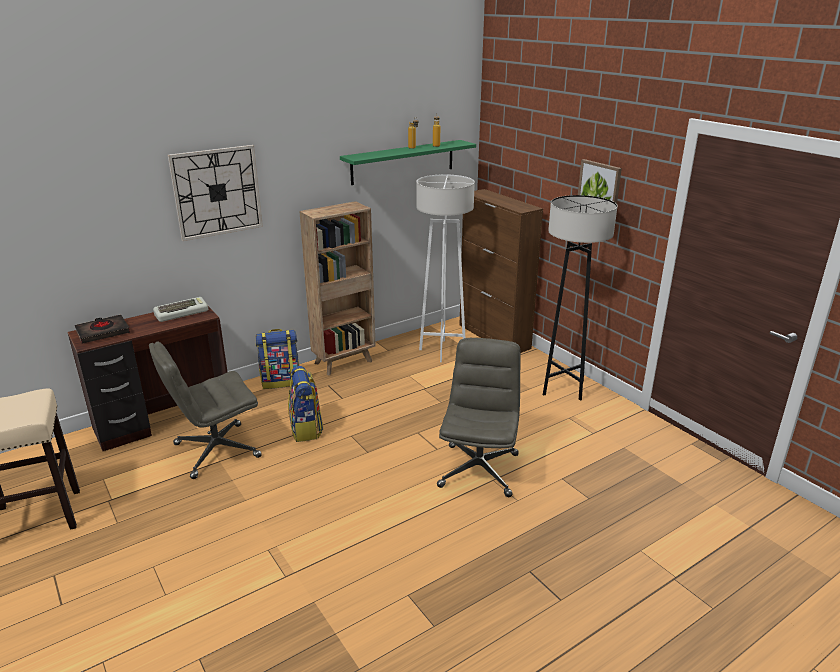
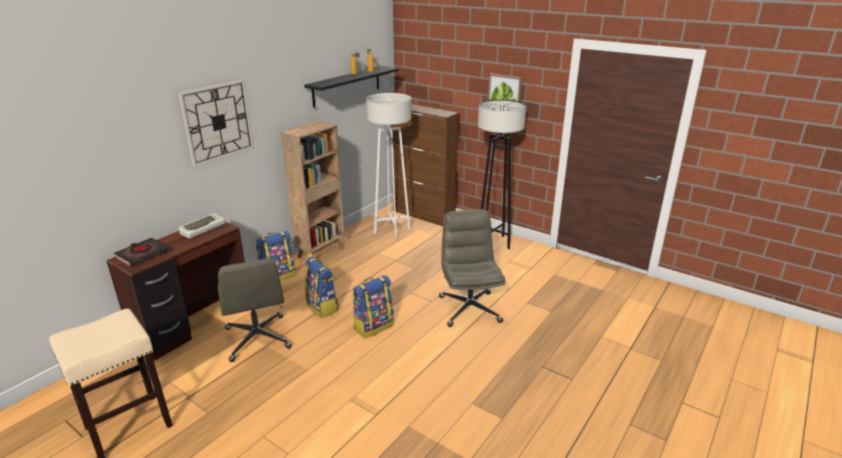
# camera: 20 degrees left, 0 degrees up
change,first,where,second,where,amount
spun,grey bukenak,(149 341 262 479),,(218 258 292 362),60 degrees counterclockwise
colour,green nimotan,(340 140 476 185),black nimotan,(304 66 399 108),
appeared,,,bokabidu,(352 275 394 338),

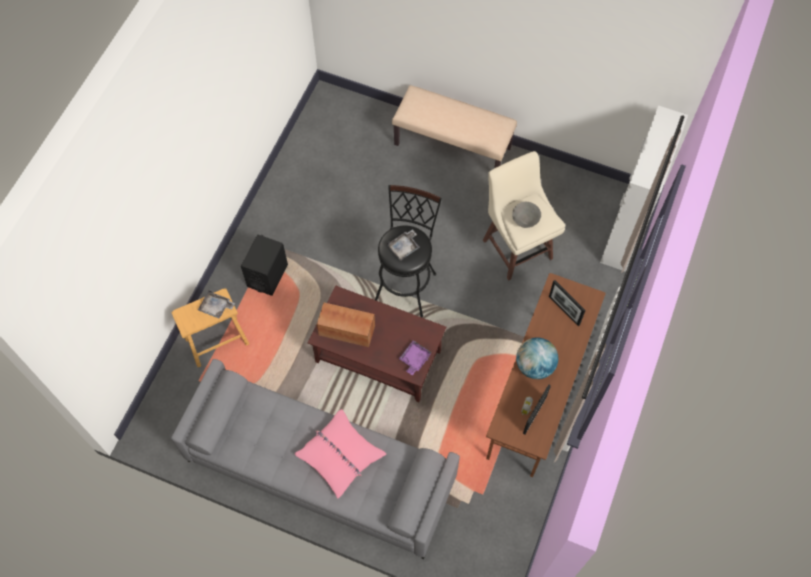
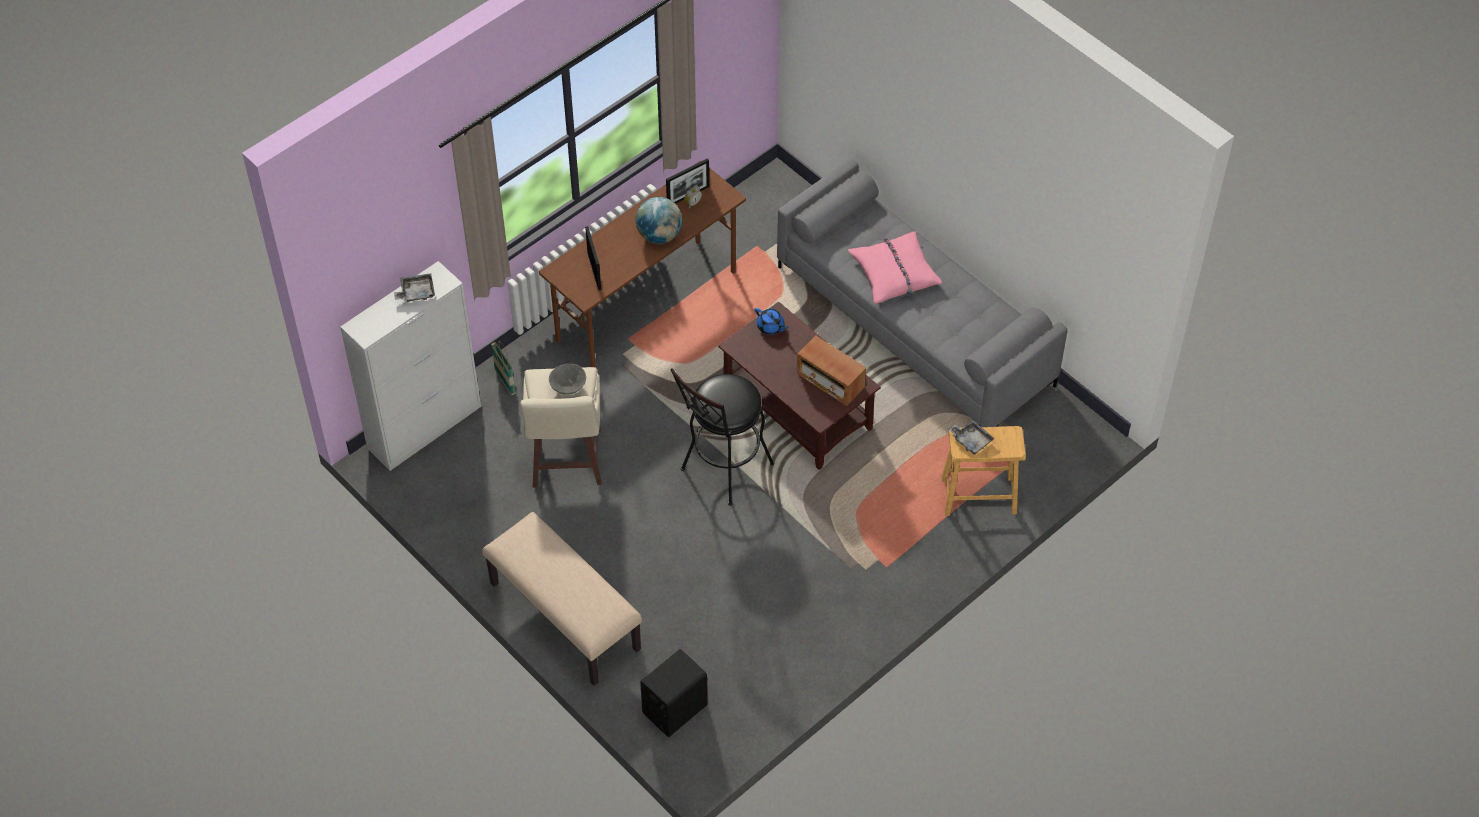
# camera: 155 degrees left, 10 degrees down
change,first,where,second,where,amount
relocated,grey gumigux,(387 229 420 261),,(394 273 435 302),
appeared,,,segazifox,(491 341 516 396),
relocated,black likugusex,(241 235 288 296),,(640 649 708 737),
exchanged,purple gumigux,(399 341 432 375),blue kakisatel,(754 308 789 335),

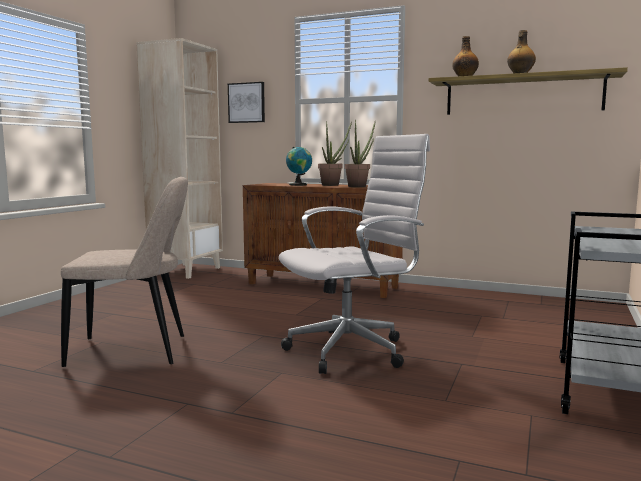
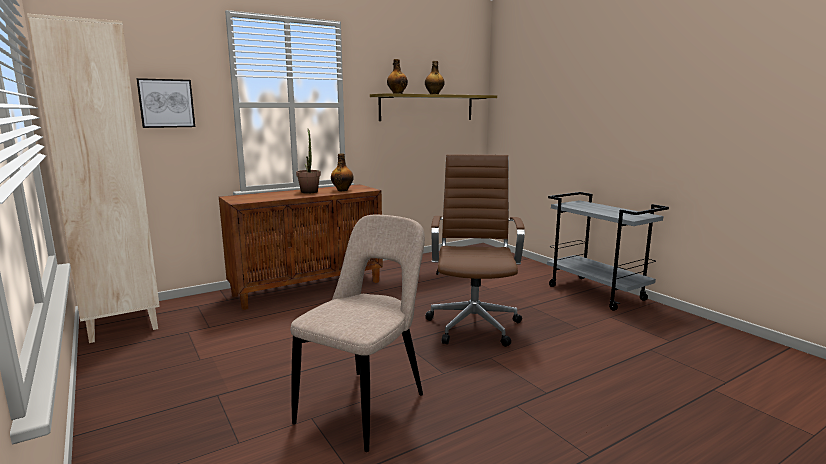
# camera: 55 degrees left, 5 degrees up
change,first,where,second,where,amount
exchanged,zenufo,(344 120 376 187),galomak,(331 153 354 191),
colour,white bukenak,(279 134 430 374),brown bukenak,(425 154 525 347),
missing,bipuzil,(286 147 312 185),,,

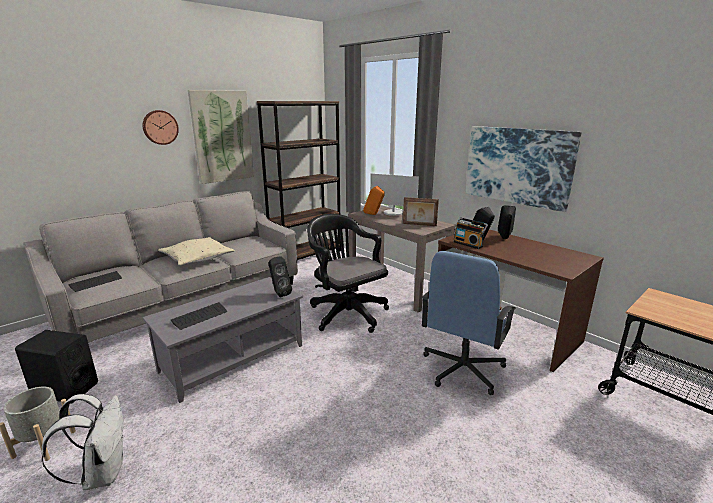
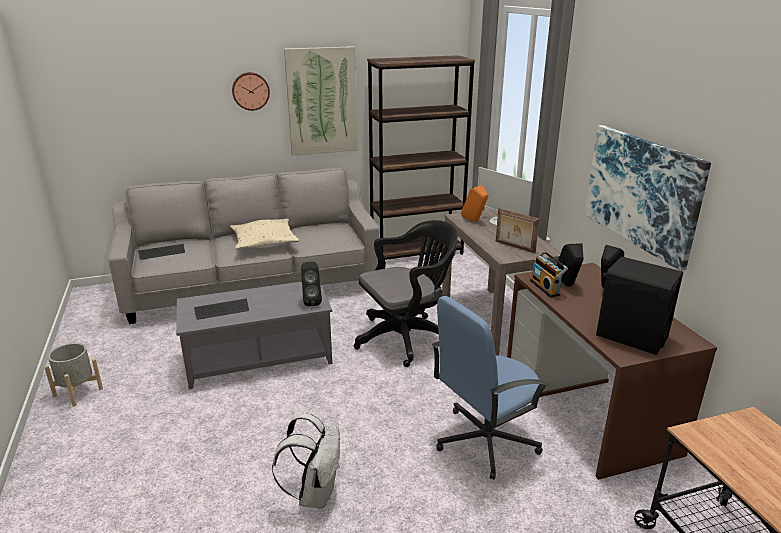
# camera: 25 degrees right, 5 degrees up
change,first,where,second,where,amount
relocated,white bokabidu,(41 394 124 490),,(272 413 340 509),
spun,black bukenak,(307 214 389 333),,(354 220 458 367),75 degrees clockwise
relocated,black likugusex,(15 330 98 404),,(596 256 683 355),

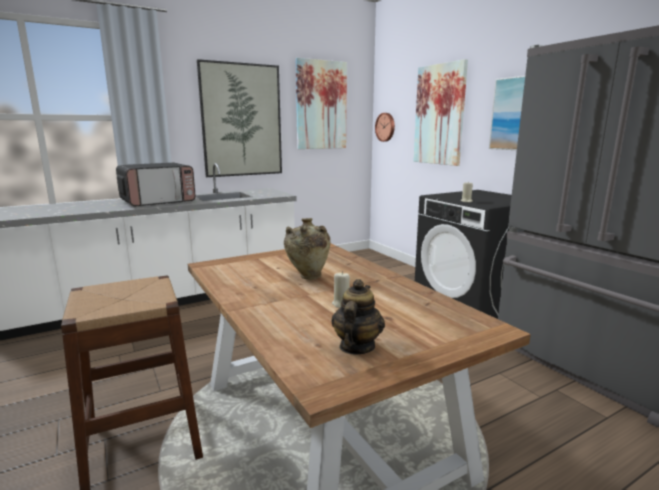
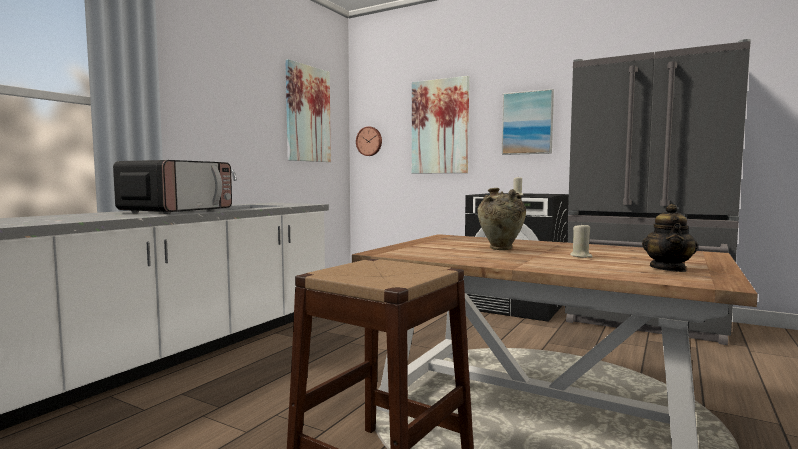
# camera: 30 degrees left, 10 degrees down
change,first,where,second,where,amount
spun,kakisatel,(331 279 385 355),,(642 204 698 272),150 degrees counterclockwise
missing,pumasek,(197 59 282 177),,,

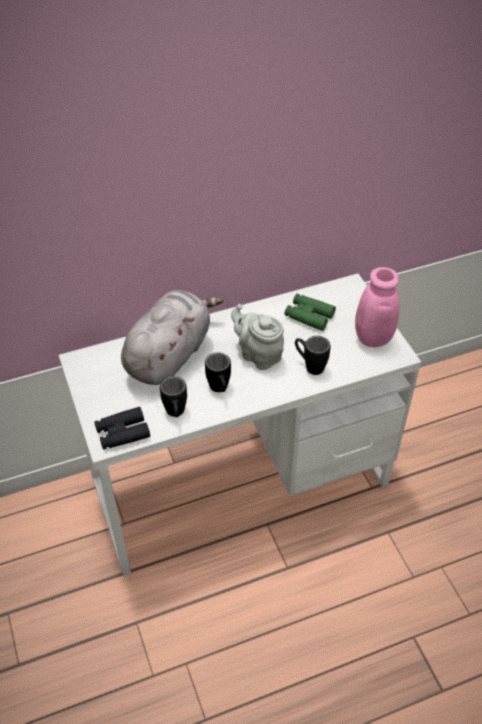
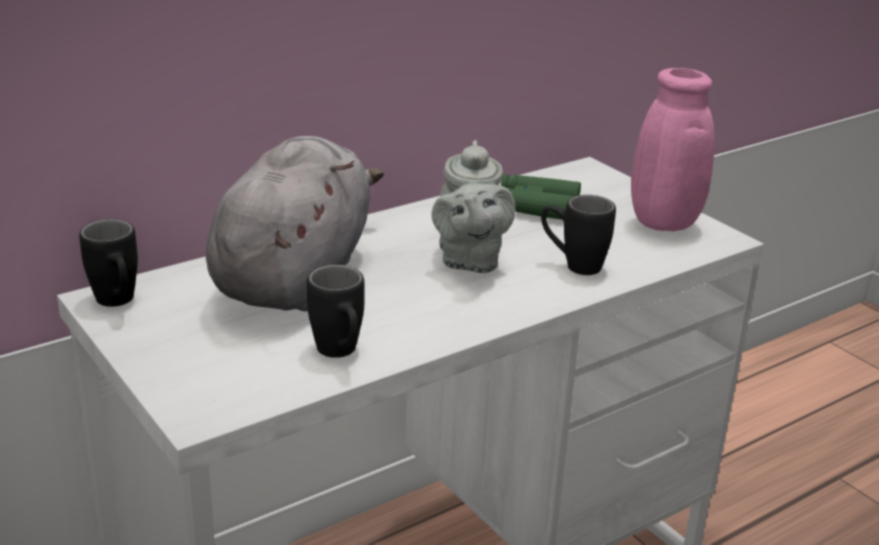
# camera: 15 degrees left, 20 degrees down
change,first,where,second,where,amount
relocated,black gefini,(205 352 231 392),,(79 219 138 307),
spun,grey kakisatel,(231 304 284 370),,(431 140 515 273),120 degrees counterclockwise
missing,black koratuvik,(94 407 150 450),,,

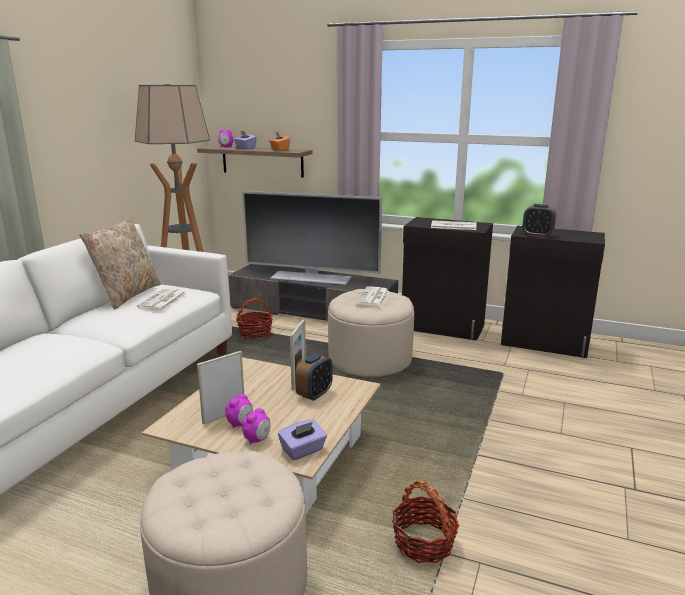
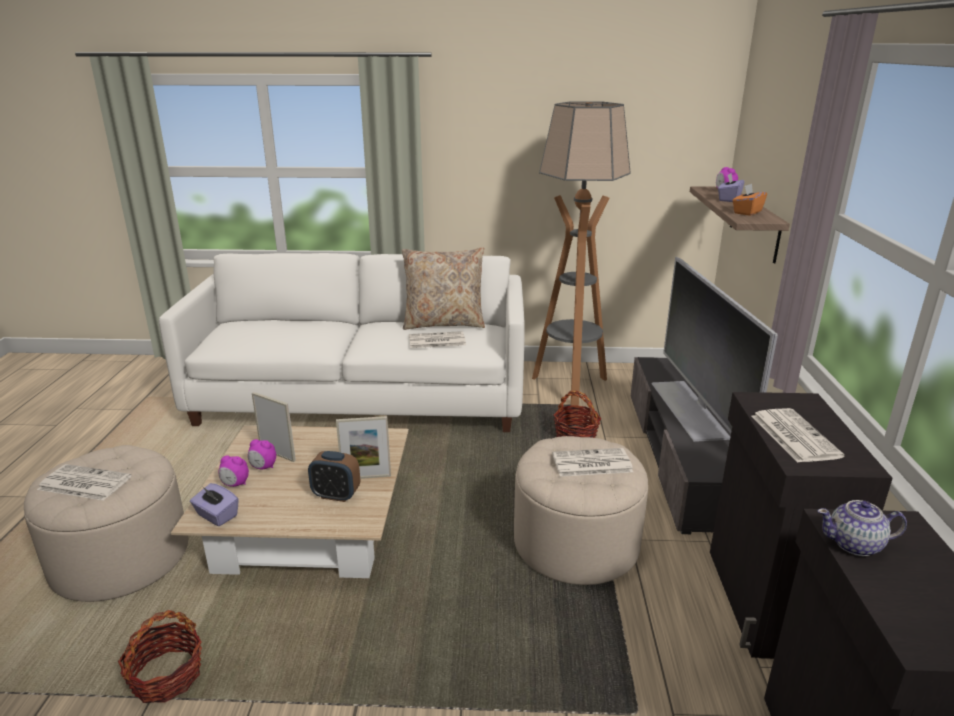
# camera: 70 degrees right, 5 degrees up
change,first,where,second,where,amount
appeared,,,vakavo,(37 464 131 501),
exchanged,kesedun,(523 204 556 237),kakisatel,(818 500 907 556),

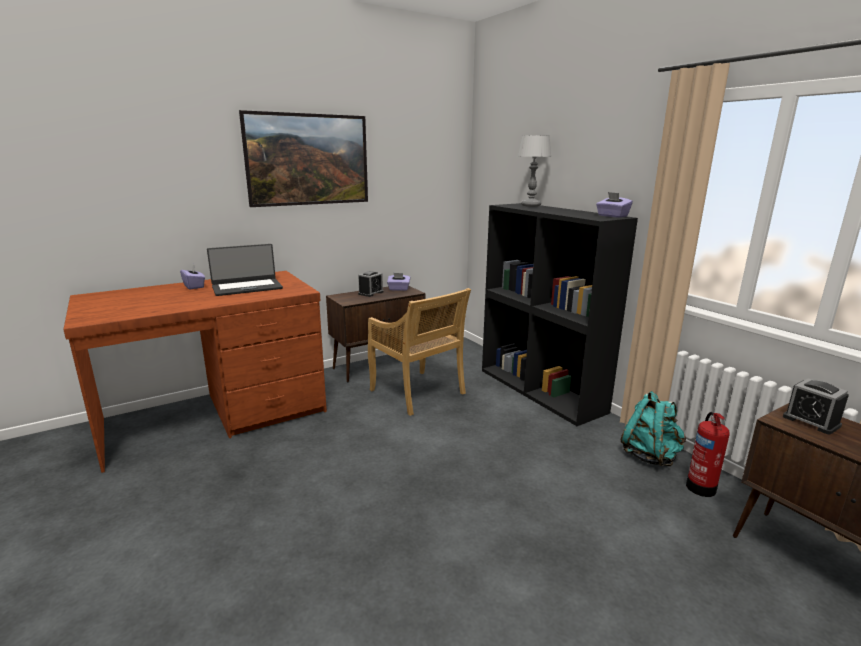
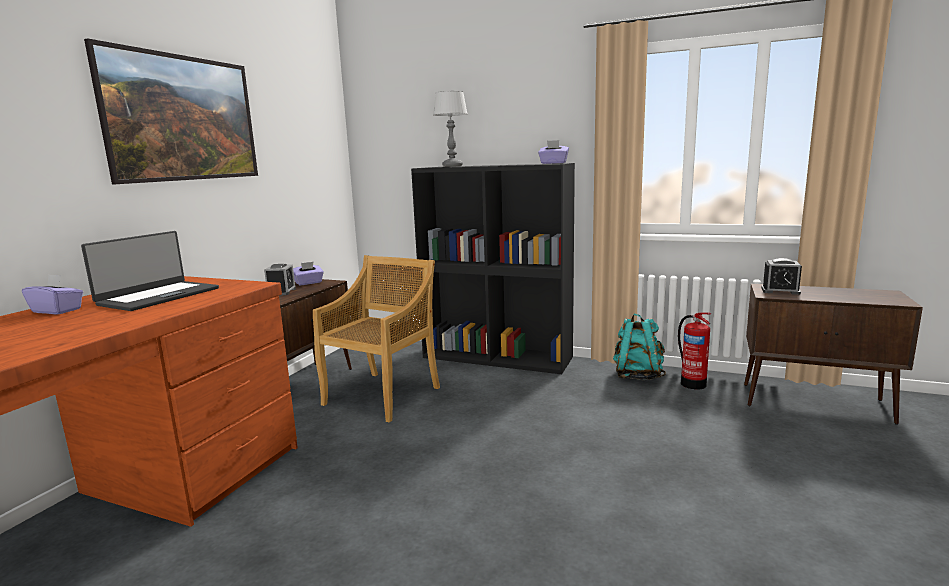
# camera: 35 degrees left, 5 degrees down
change,first,where,second,where,amount
spun,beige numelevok,(368 288 471 416),,(313 255 440 423),75 degrees counterclockwise

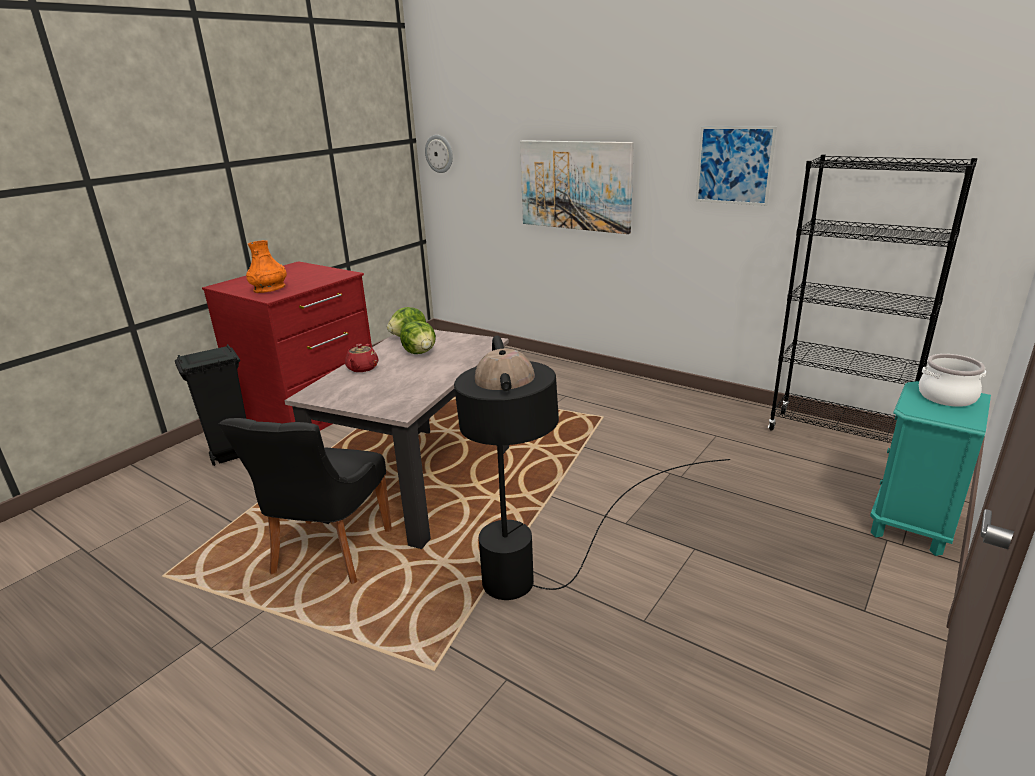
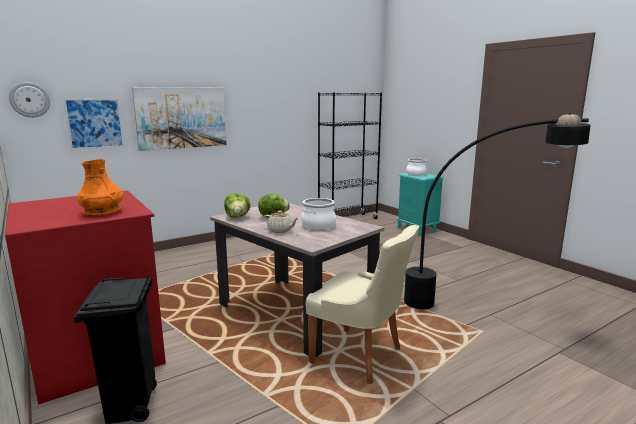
# camera: 70 degrees left, 10 degrees down
change,first,where,second,where,amount
relocated,pumasek,(696 126 777 206),,(64 98 124 150),
colour,red kakisatel,(345 344 378 372),beige kakisatel,(264 211 298 233),
appeared,,,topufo,(301 198 336 230),
colour,black numelevok,(219 418 392 584),beige numelevok,(306 225 419 384),

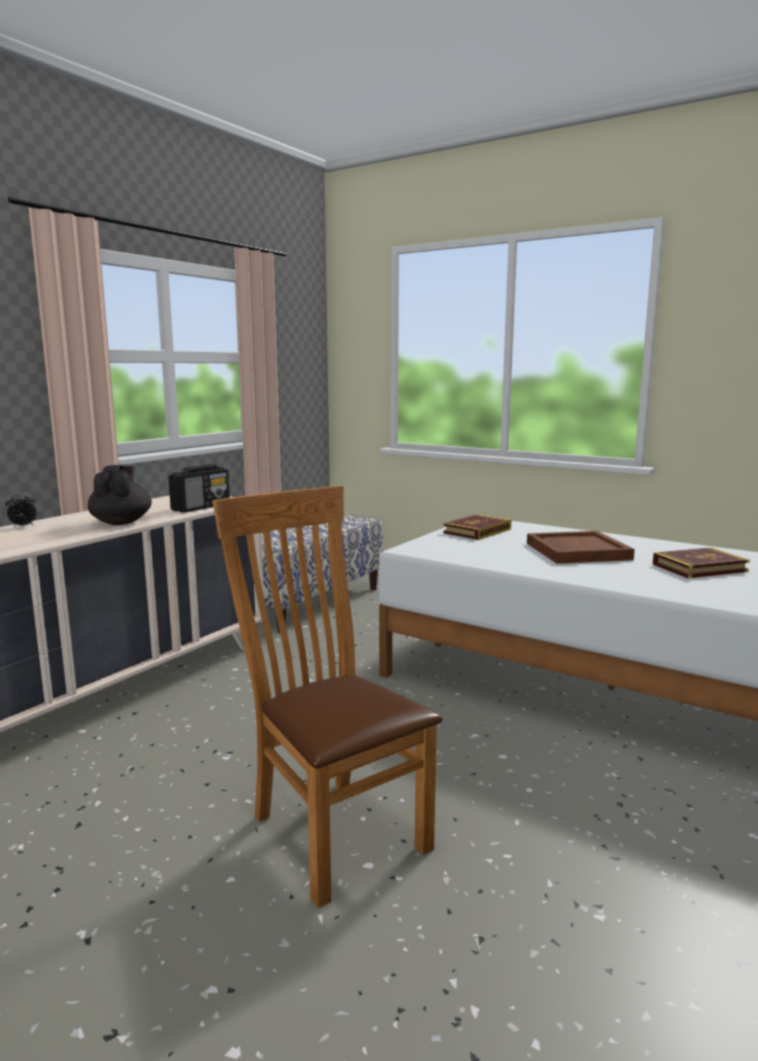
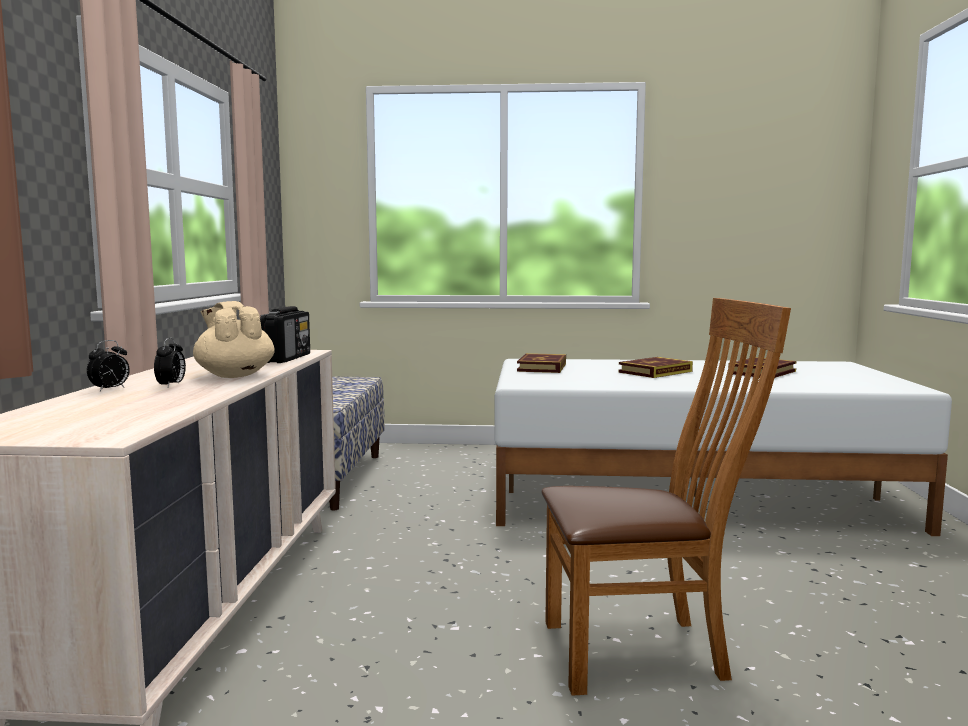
# camera: 30 degrees left, 5 degrees down
change,first,where,second,where,amount
appeared,,,kesedun,(154 337 186 387),
colour,black kakisatel,(88 465 152 525),beige kakisatel,(193 301 275 378),
spun,brown numelevok,(212 486 443 908),,(542 298 791 696),150 degrees clockwise
exchanged,brown gumigux,(527 531 635 564),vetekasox,(619 357 693 378),

